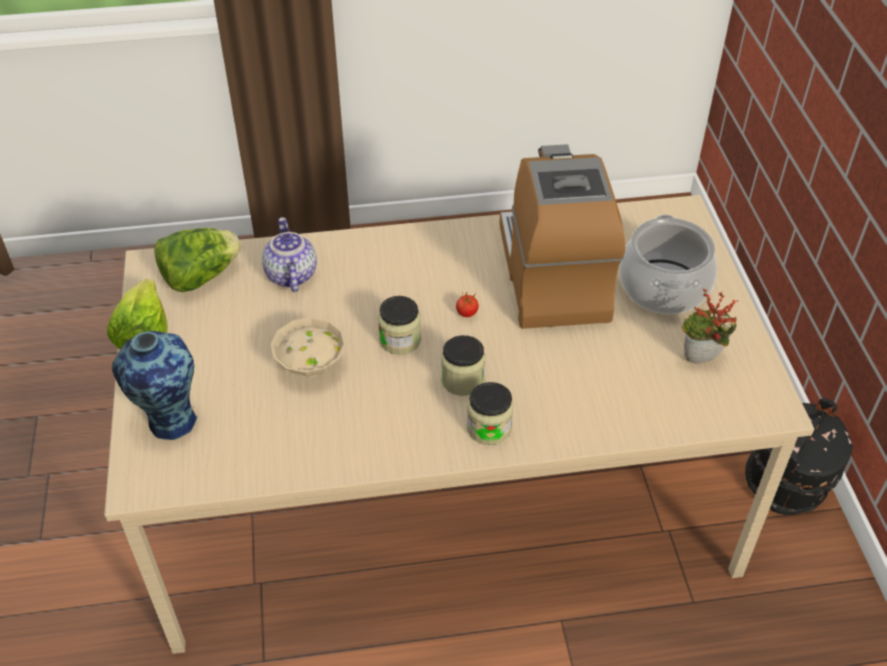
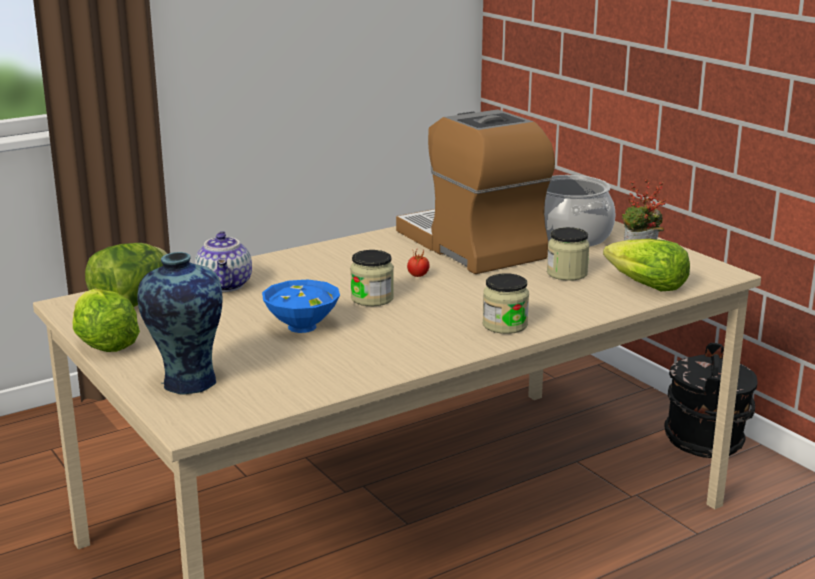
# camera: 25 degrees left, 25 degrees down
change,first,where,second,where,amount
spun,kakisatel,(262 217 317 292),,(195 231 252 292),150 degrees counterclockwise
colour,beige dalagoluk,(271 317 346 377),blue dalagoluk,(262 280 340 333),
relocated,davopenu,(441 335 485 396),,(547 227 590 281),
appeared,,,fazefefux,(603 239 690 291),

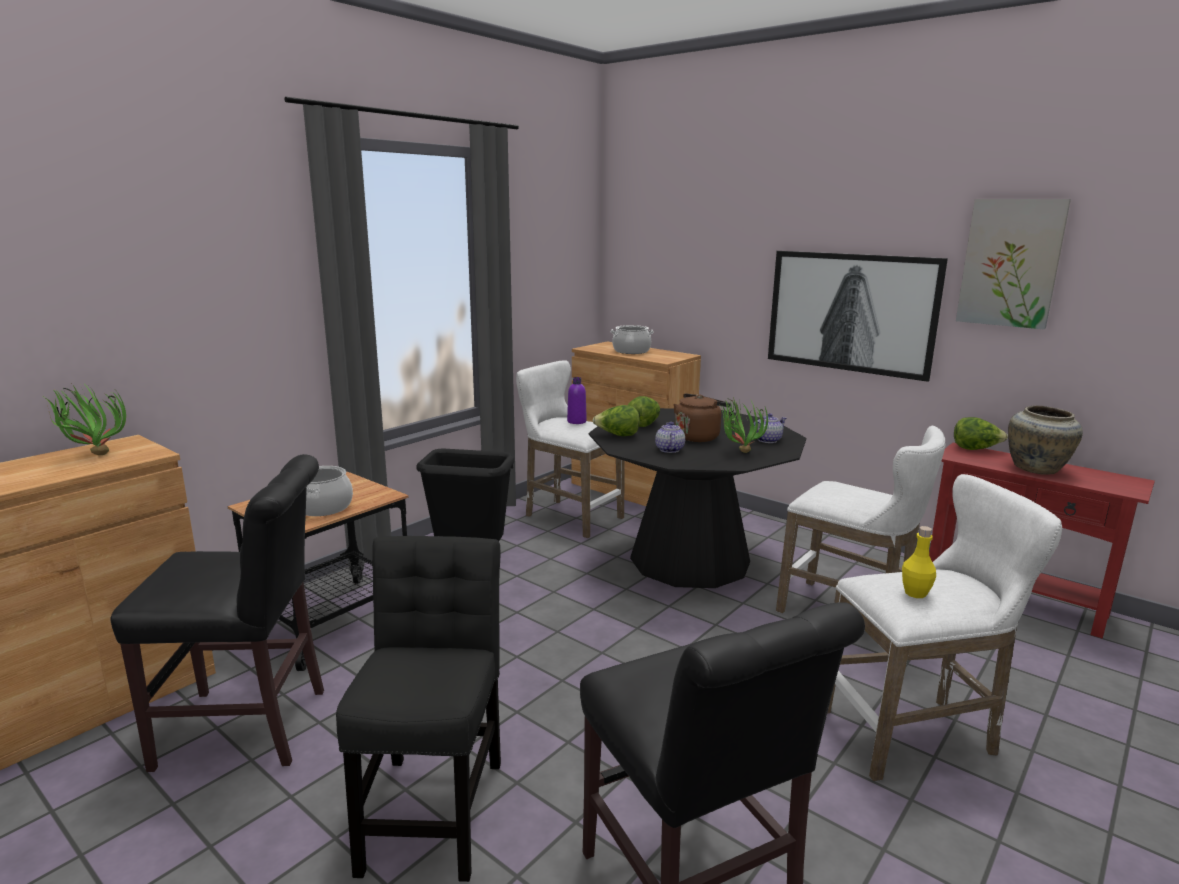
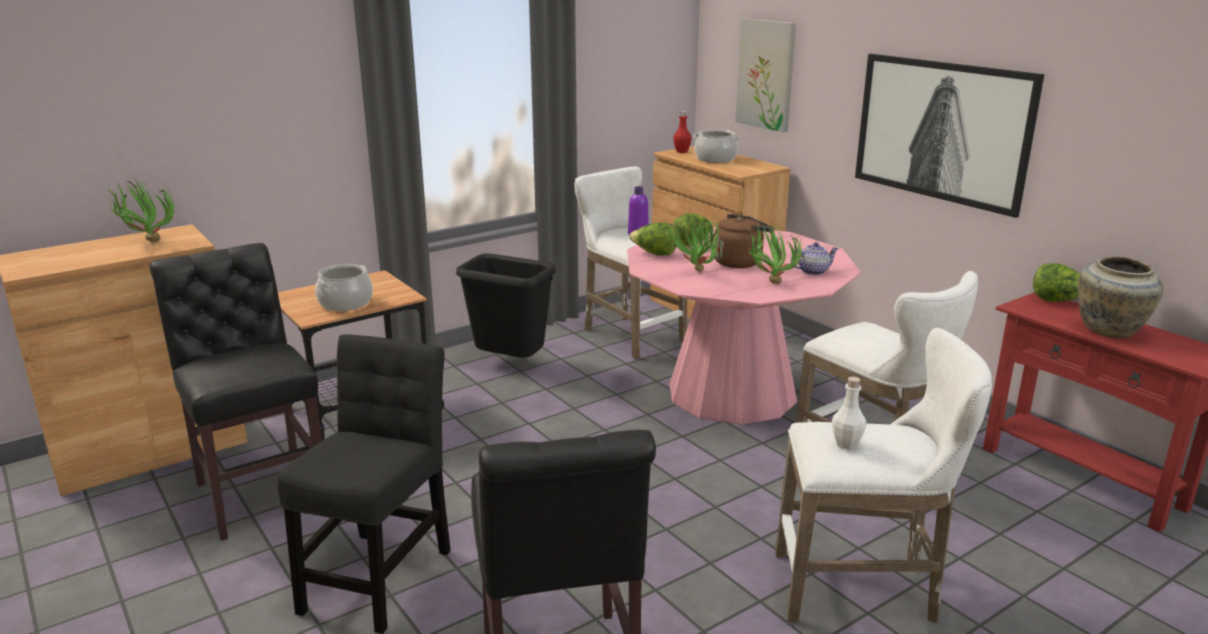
# camera: 15 degrees right, 5 degrees up
change,first,where,second,where,amount
spun,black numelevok,(110 454 324 772),,(149 243 322 541),135 degrees counterclockwise
colour,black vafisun,(589 408 806 588),pink vafisun,(627 227 861 425),
exchanged,kakisatel,(655 422 685 453),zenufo,(669 217 719 272),
appeared,,,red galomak,(673 111 691 153),
relocated,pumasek,(956 199 1071 330),,(735 18 796 133),
colour,yellow galomak,(902 526 936 598),white galomak,(832 377 866 450),

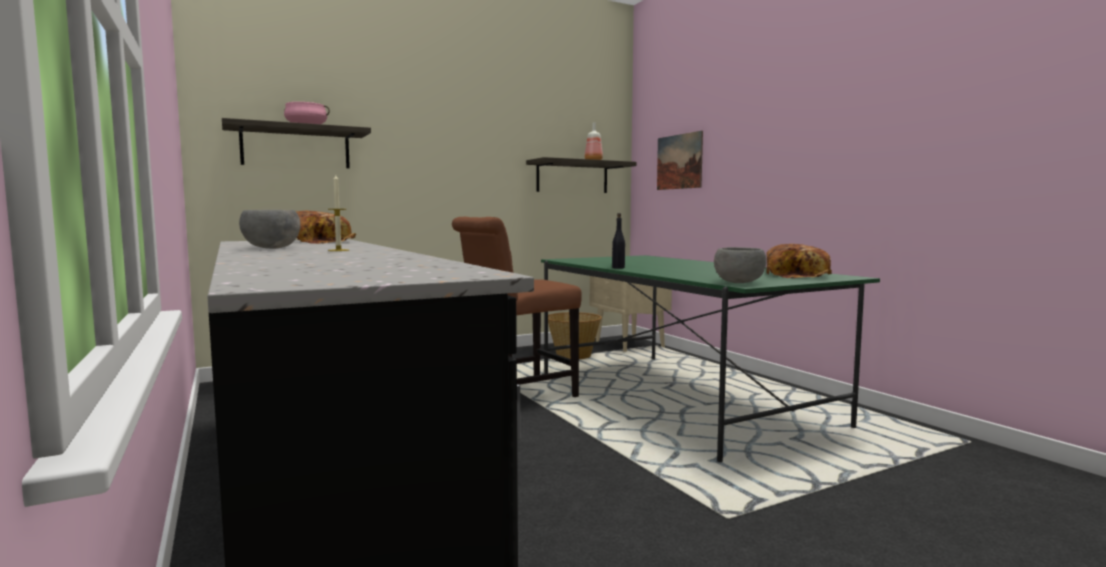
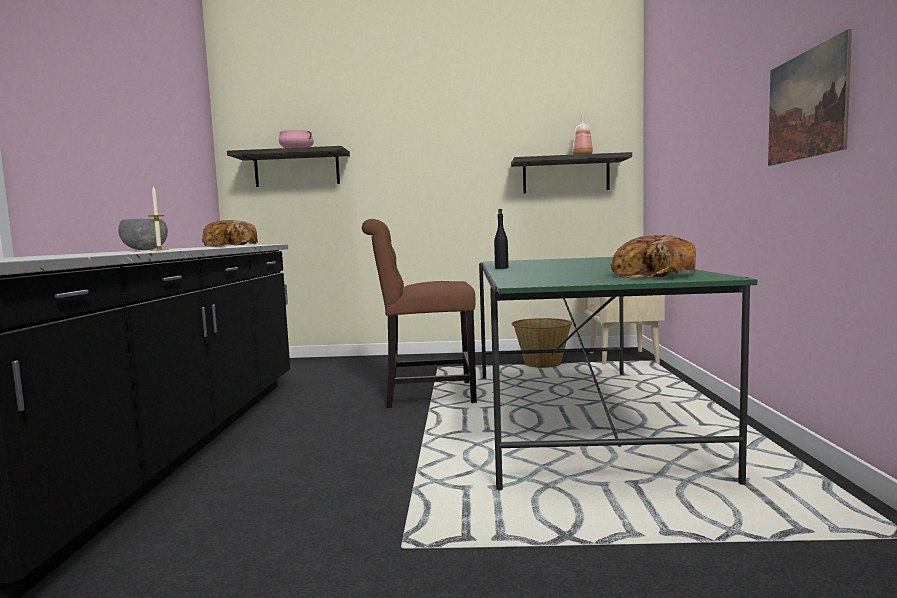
# camera: 30 degrees right, 0 degrees up
change,first,where,second,where,amount
relocated,pumasek,(657 131 703 190),,(768 29 852 166),
missing,grey dalagoluk,(714 247 766 283),,,

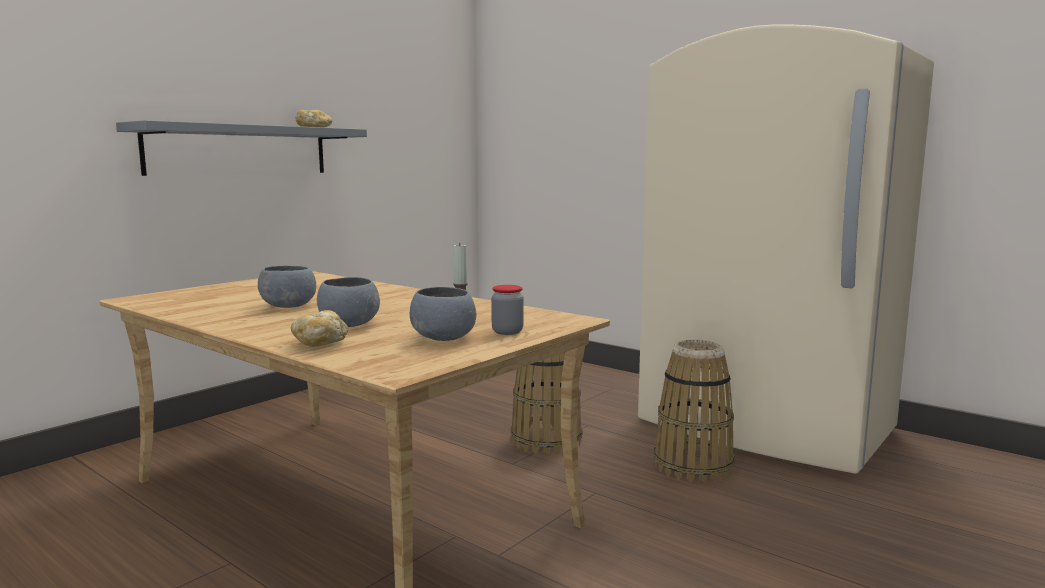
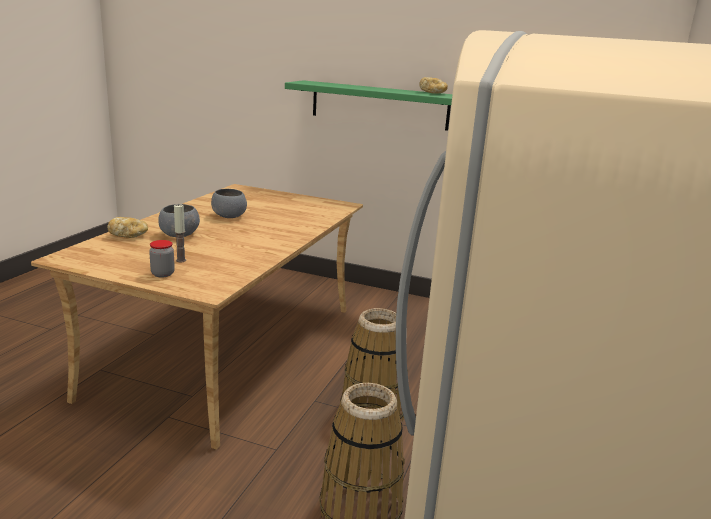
# camera: 70 degrees right, 10 degrees up
change,first,where,second,where,amount
colour,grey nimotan,(116 120 367 176),green nimotan,(285 80 453 131),
missing,grey dalagoluk,(410 287 476 341),,,

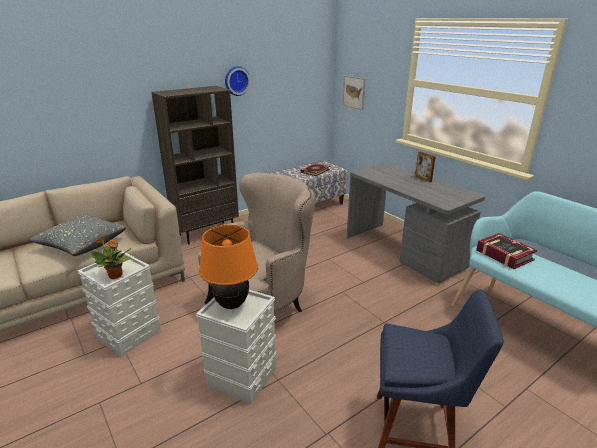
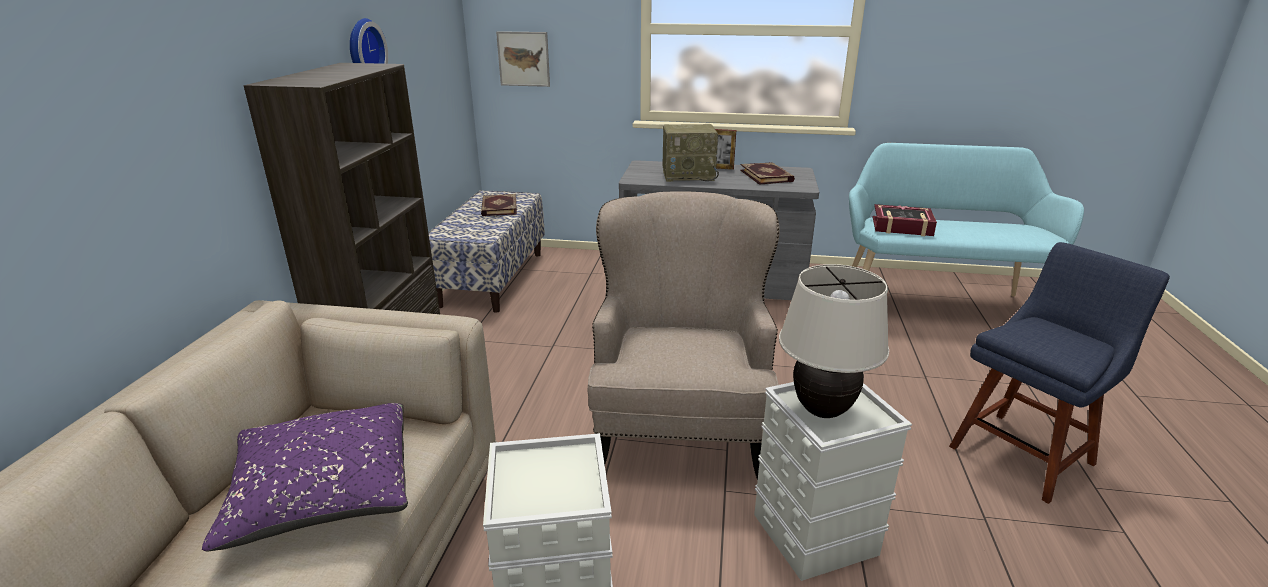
# camera: 45 degrees left, 0 degrees up
change,first,where,second,where,amount
colour,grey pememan,(30 215 126 256),purple pememan,(202 403 408 551),
appeared,,,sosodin,(663 124 719 182),
appeared,,,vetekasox,(740 162 795 185),
colour,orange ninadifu,(199 225 258 309),beige ninadifu,(779 264 889 418),
missing,zenufo,(90 236 131 279),,,

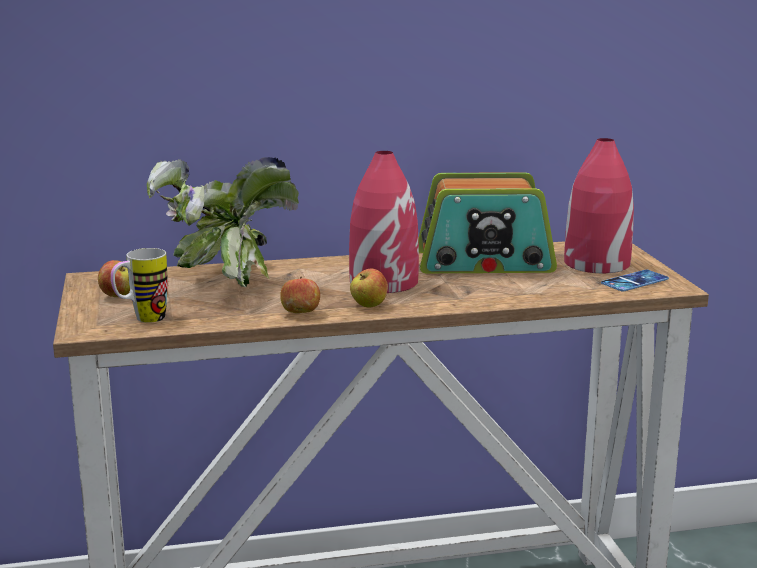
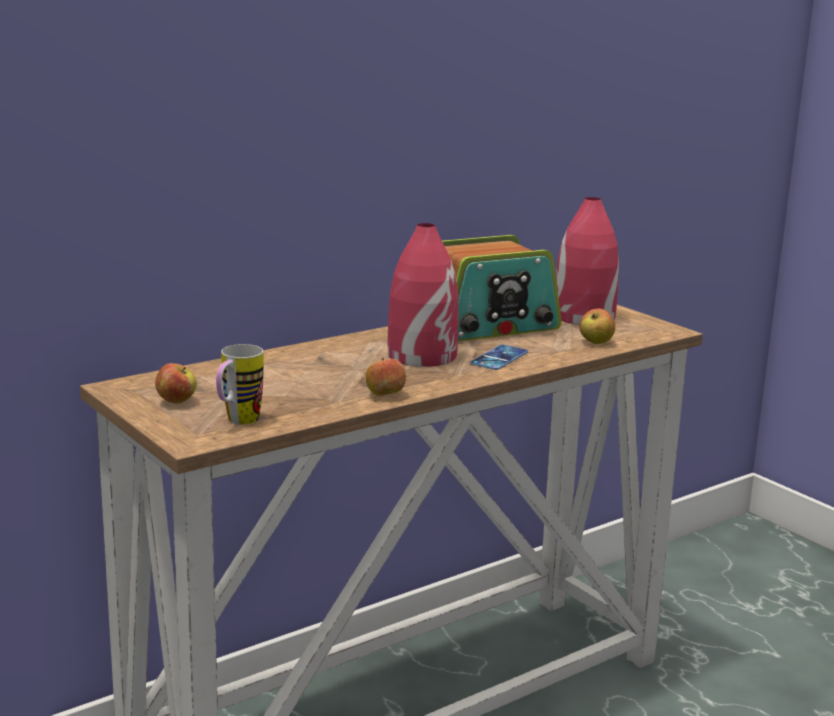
# camera: 25 degrees left, 0 degrees up
change,first,where,second,where,amount
relocated,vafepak,(601 270 669 292),,(470 345 528 370),
relocated,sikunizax,(350 269 388 308),,(579 309 615 344),
missing,zenufo,(147 157 299 287),,,

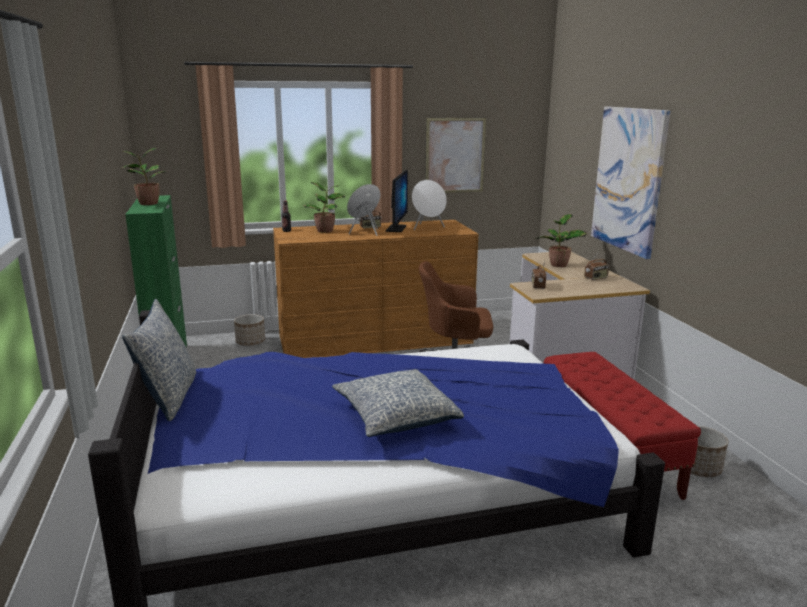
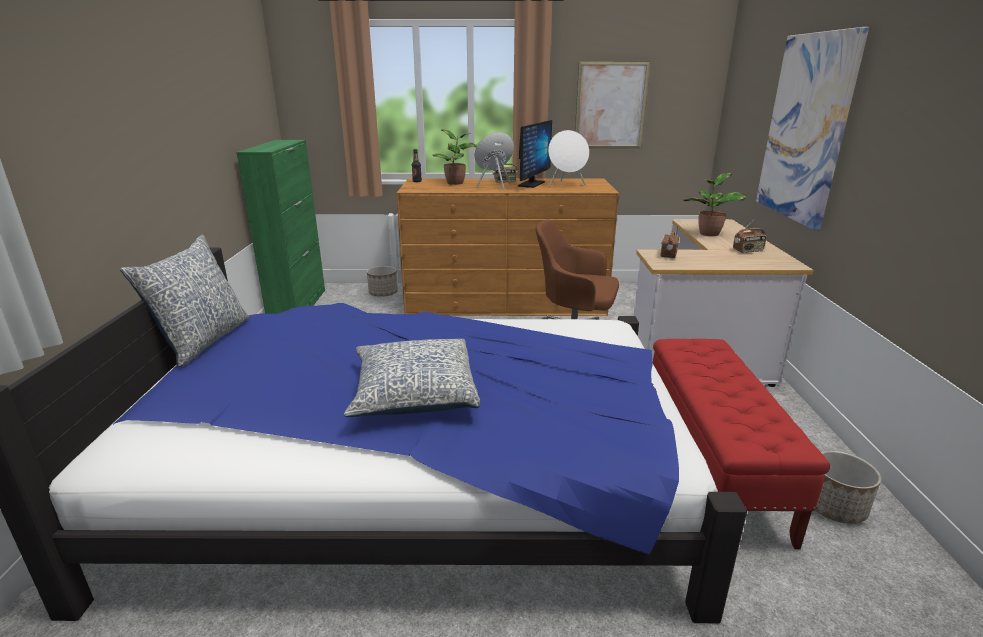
# camera: 15 degrees right, 5 degrees up
change,first,where,second,where,amount
missing,zenufo,(121 148 165 205),,,

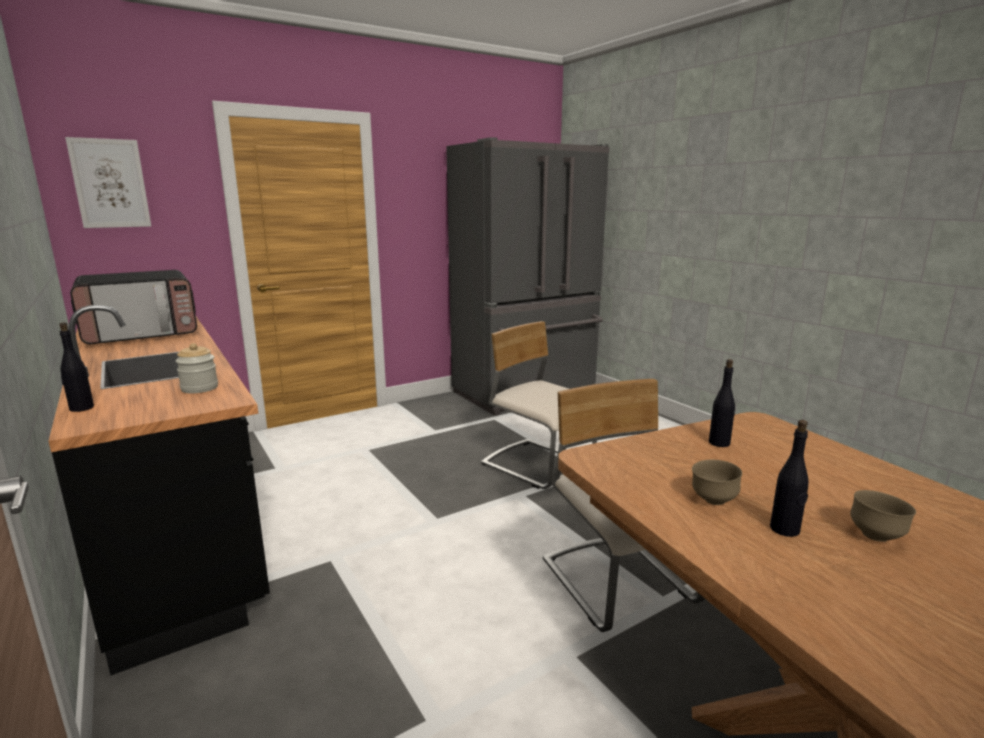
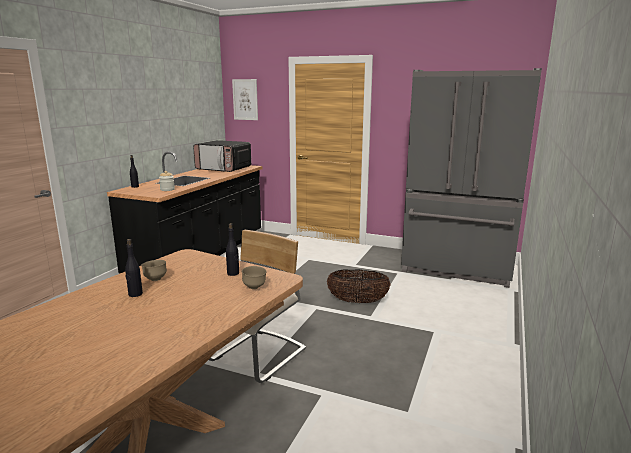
# camera: 55 degrees right, 0 degrees up
change,first,where,second,where,amount
relocated,brown dalagoluk,(850 490 916 542),,(242 266 267 289),
exchanged,beige numelevok,(481 321 597 489),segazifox,(327 269 391 303),

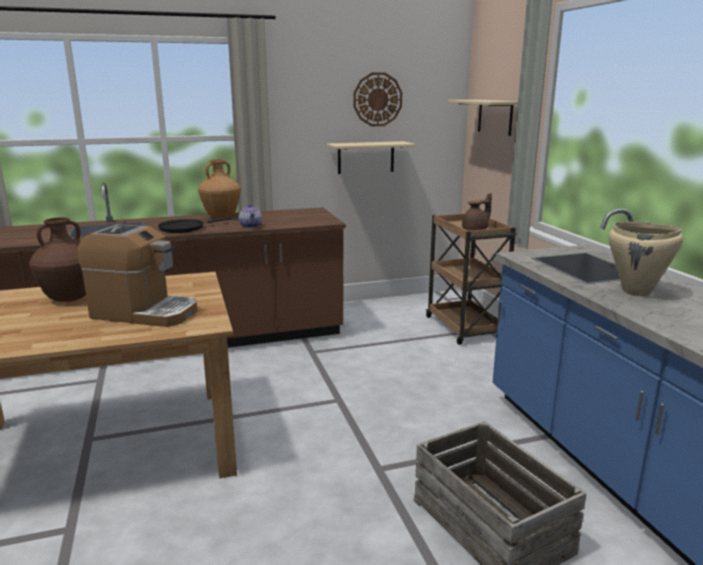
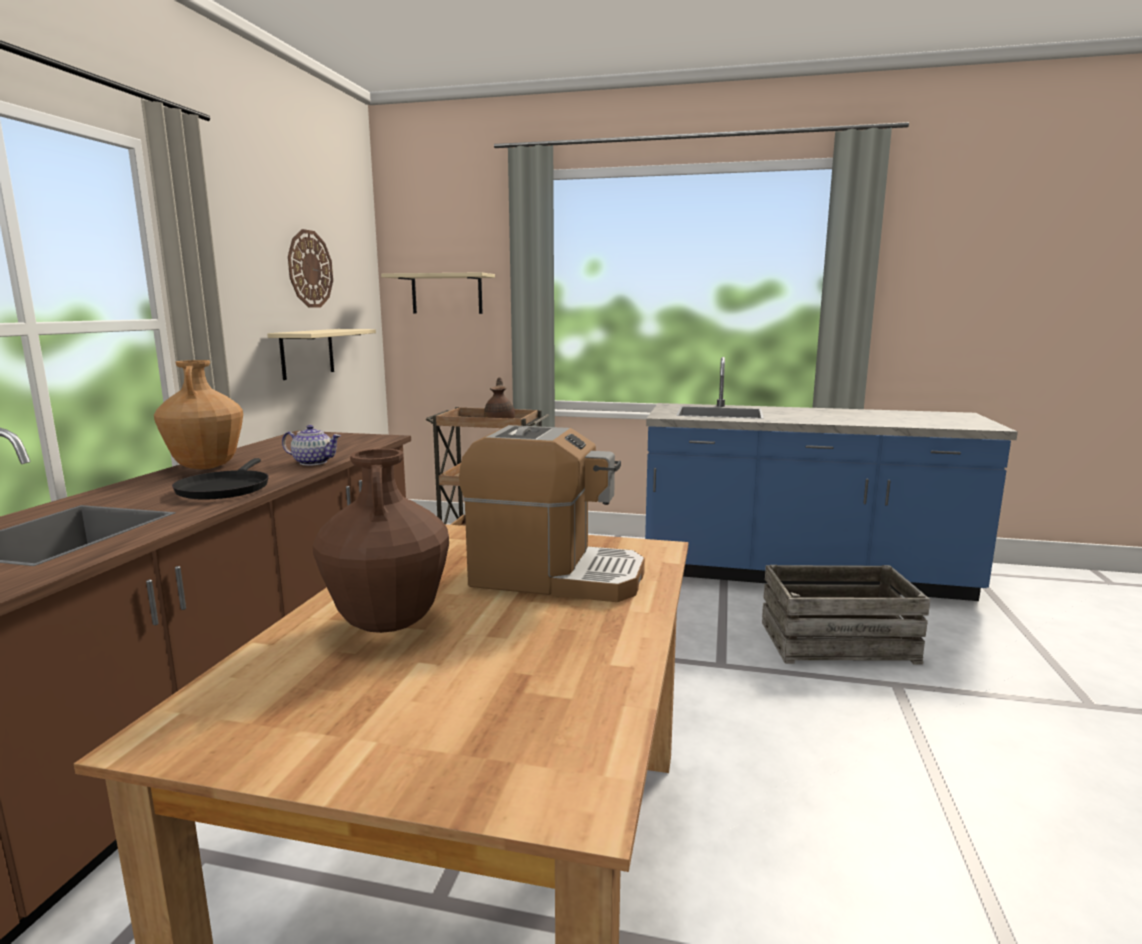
# camera: 60 degrees left, 5 degrees down
change,first,where,second,where,amount
spun,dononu,(77 224 197 327),,(459 425 645 602),60 degrees clockwise
missing,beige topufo,(609 222 683 296),,,

